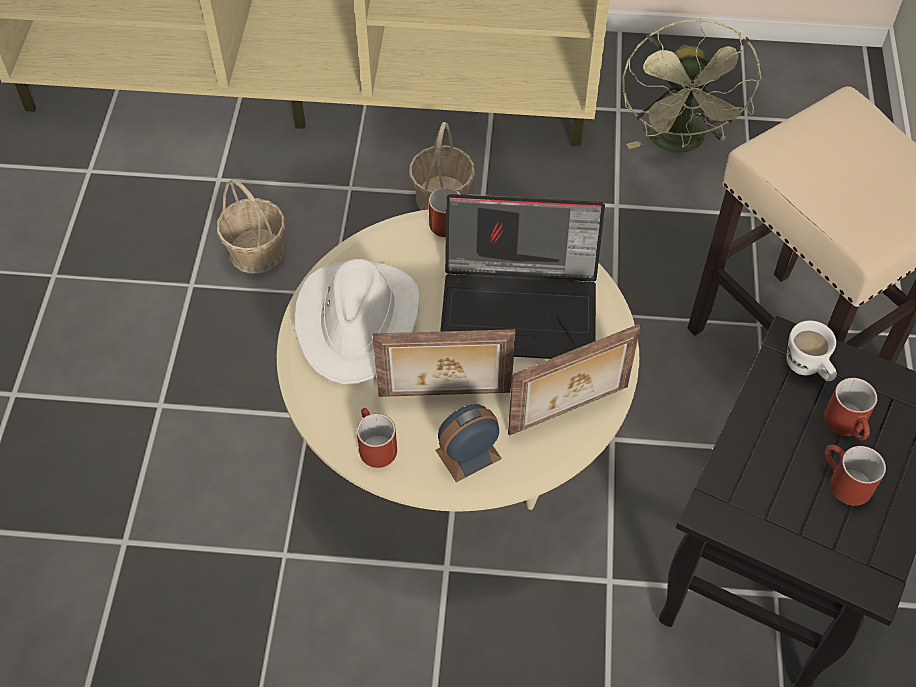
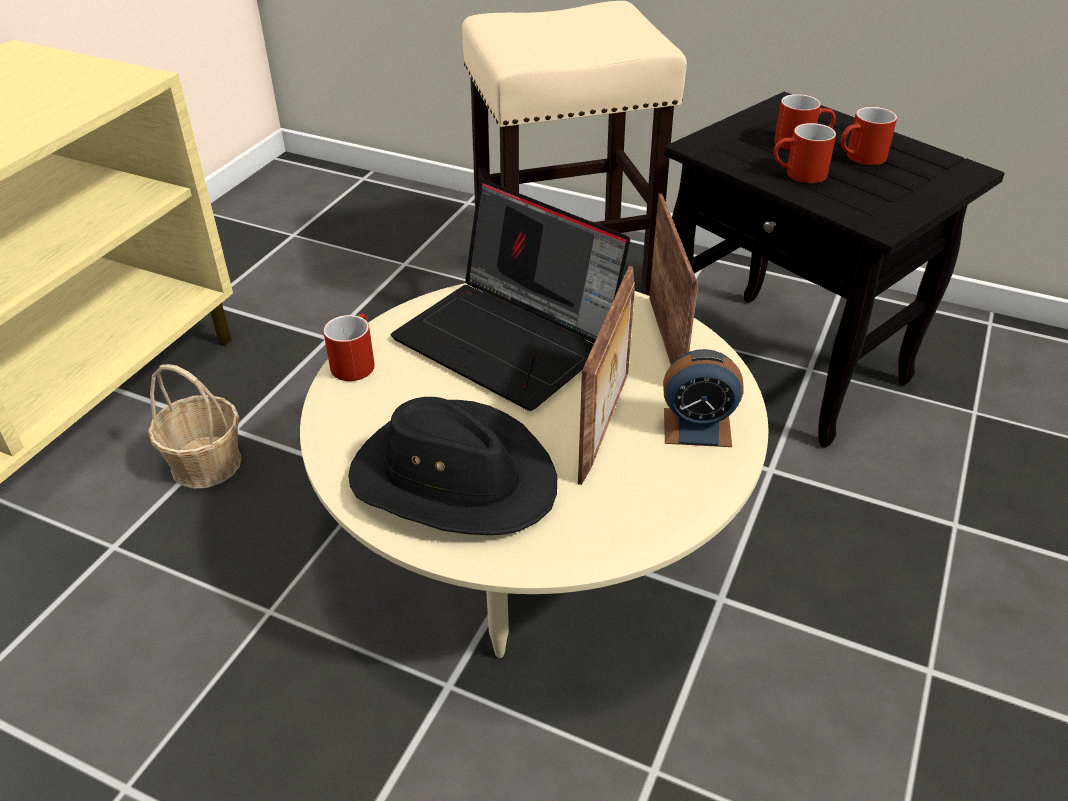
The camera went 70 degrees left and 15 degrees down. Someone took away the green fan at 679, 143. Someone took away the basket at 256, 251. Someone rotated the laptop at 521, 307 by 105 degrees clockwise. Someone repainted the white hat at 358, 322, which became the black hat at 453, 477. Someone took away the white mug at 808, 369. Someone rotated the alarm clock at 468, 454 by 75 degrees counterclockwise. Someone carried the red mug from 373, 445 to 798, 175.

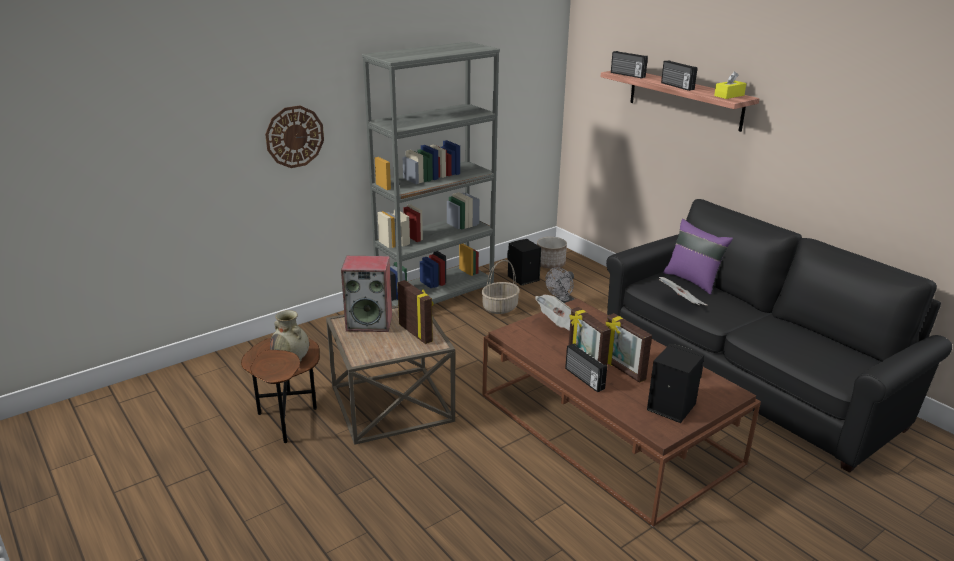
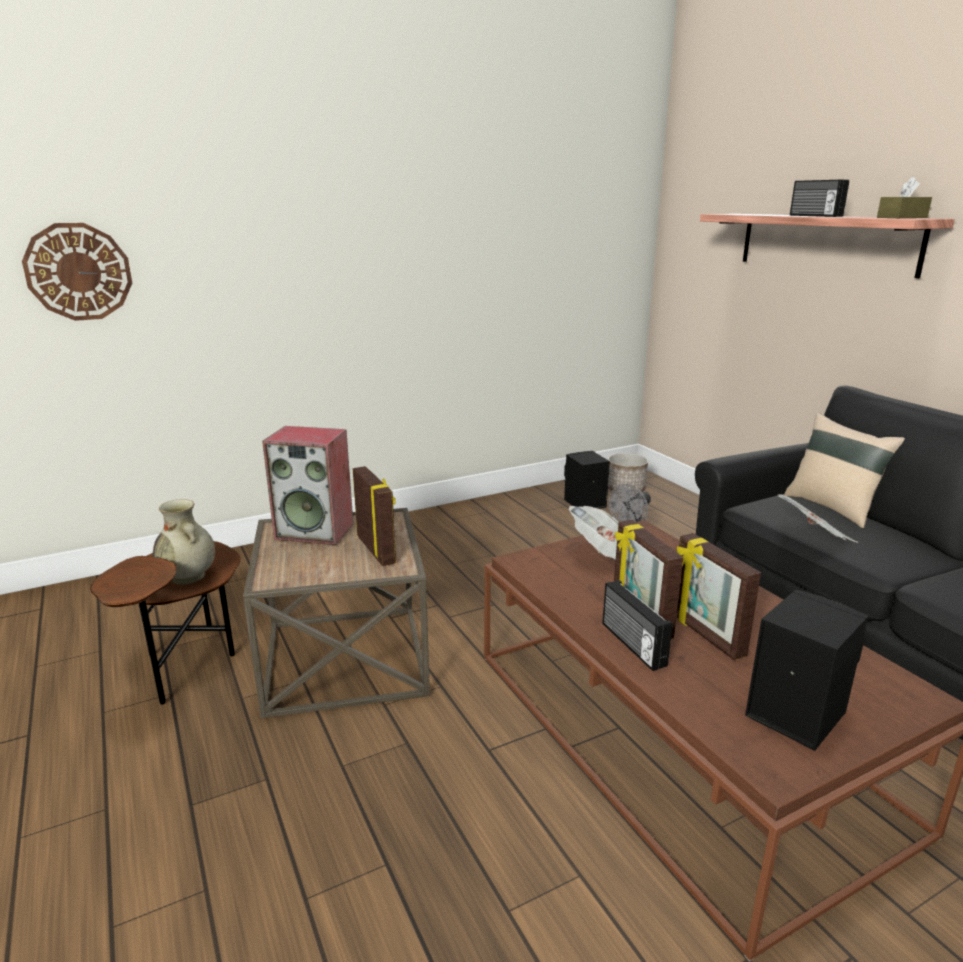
The camera went 10 degrees right and 5 degrees down. Someone took away the grey bookcase at 436, 296. Someone took away the radio at 627, 75. Someone repainted the yellow tissue box at 729, 95, which became the brown tissue box at 902, 217. Someone carried the wall clock from 294, 136 to 79, 272. Someone repainted the purple pillow at 693, 280, which became the beige pillow at 833, 508. Someone took away the basket at 500, 308.

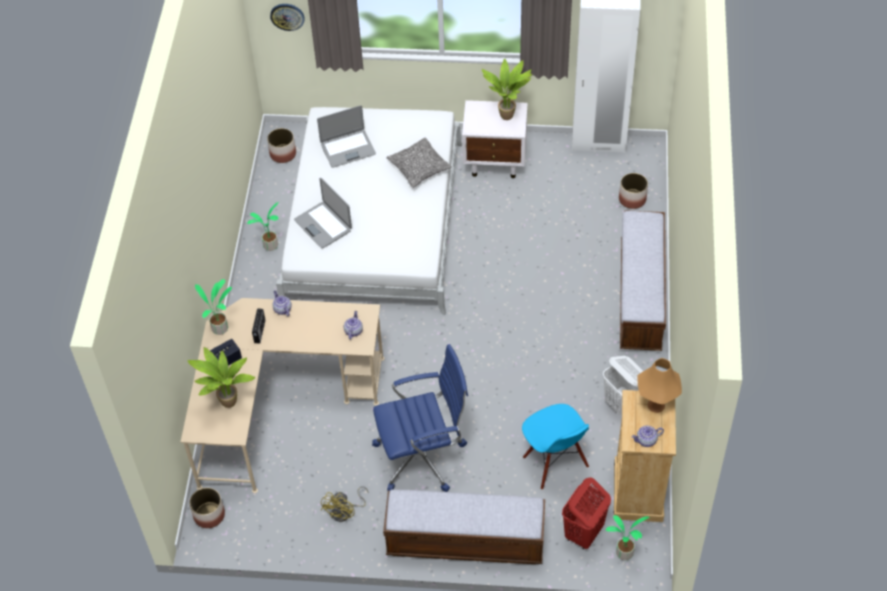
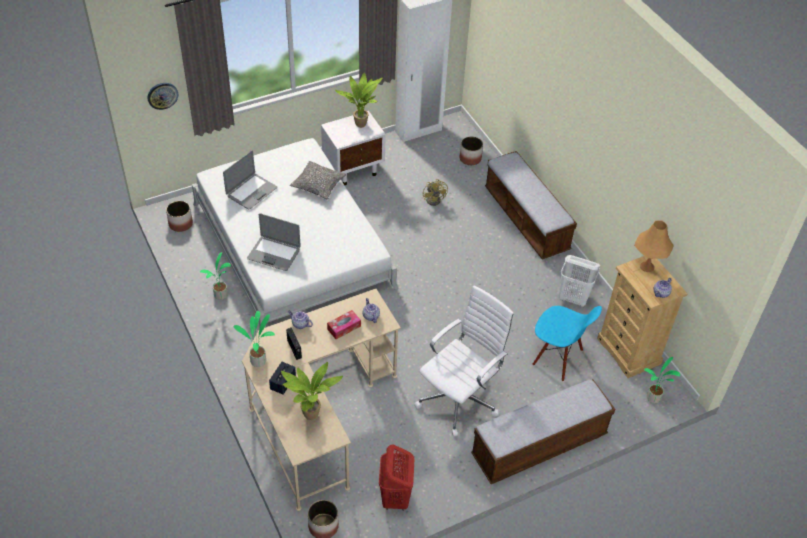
The camera went 35 degrees left and 5 degrees down. Someone repainted the blue office chair at 423, 456, which became the white office chair at 460, 398. Someone carried the red laundry basket from 583, 533 to 395, 497. Someone carried the yellow fan from 345, 512 to 435, 199. Someone put down the tissue box at 344, 327.

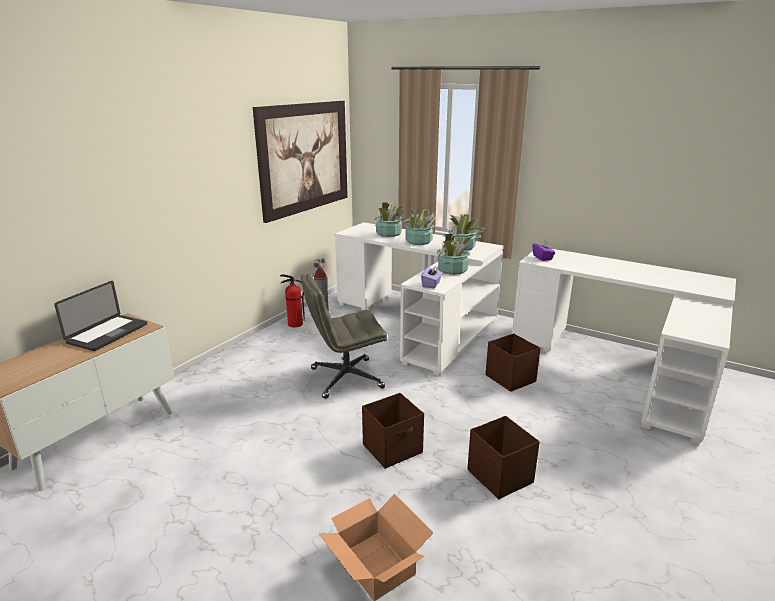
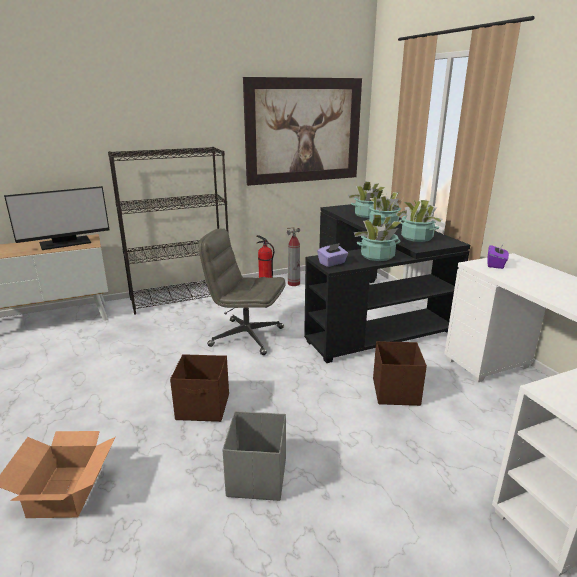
The camera went 35 degrees right and 0 degrees up. Someone repainted the white desk at 420, 322, which became the black desk at 373, 312. Someone swapped the laptop at 108, 333 for the monitor at 65, 243. Someone repainted the brown storage box at 500, 477, which became the grey storage box at 256, 478. Someone put down the black bookcase at 182, 298.

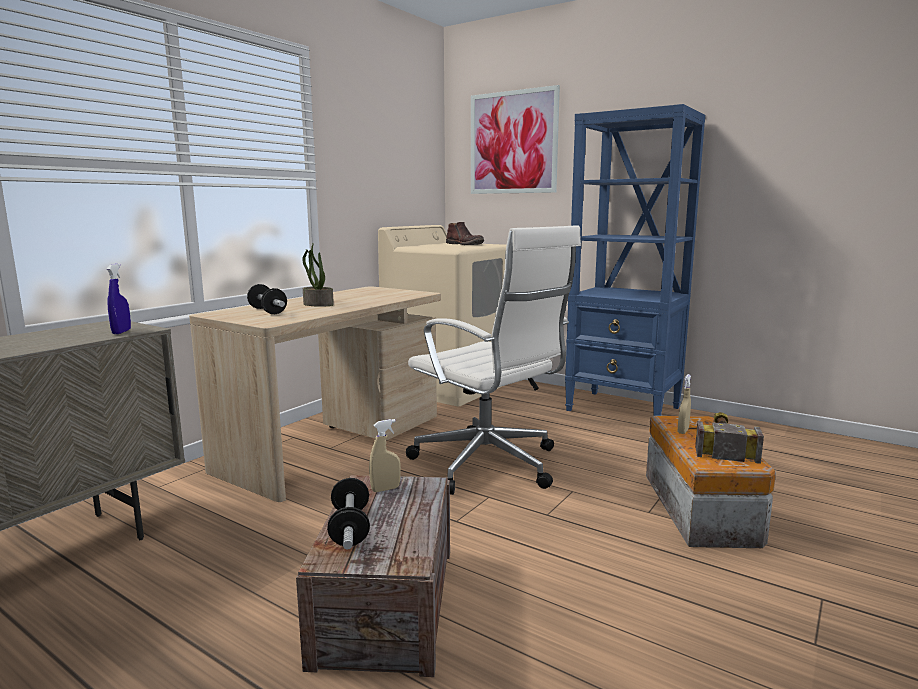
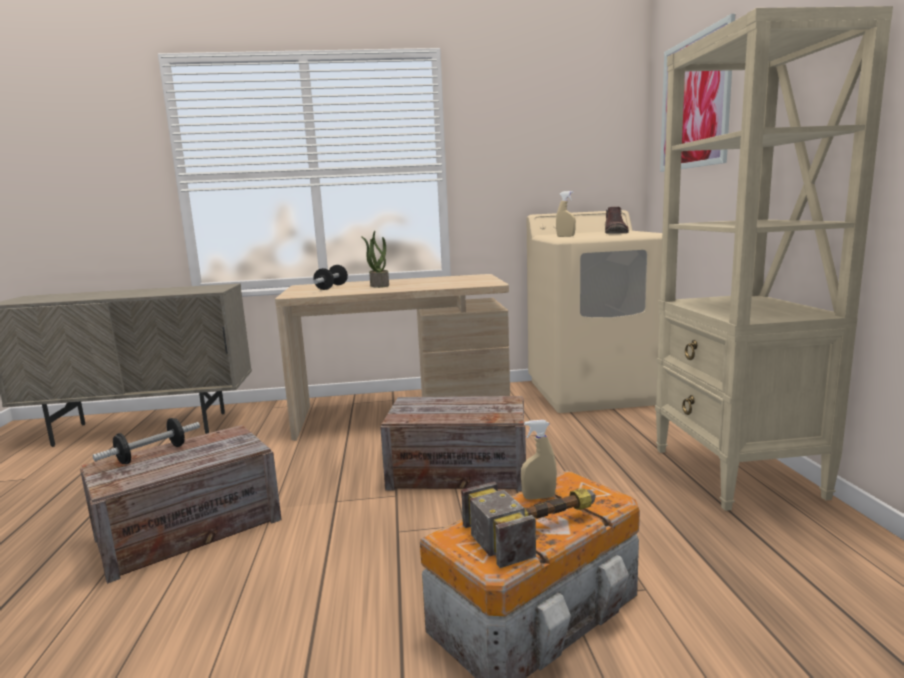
The camera went 50 degrees right and 0 degrees up. Someone repainted the blue bookcase at 624, 409, which became the beige bookcase at 736, 473. Someone swapped the white office chair at 489, 465 for the crate at 457, 471. Someone took away the blue spray bottle at 121, 332. Someone carried the beige spray bottle from 385, 489 to 565, 236.

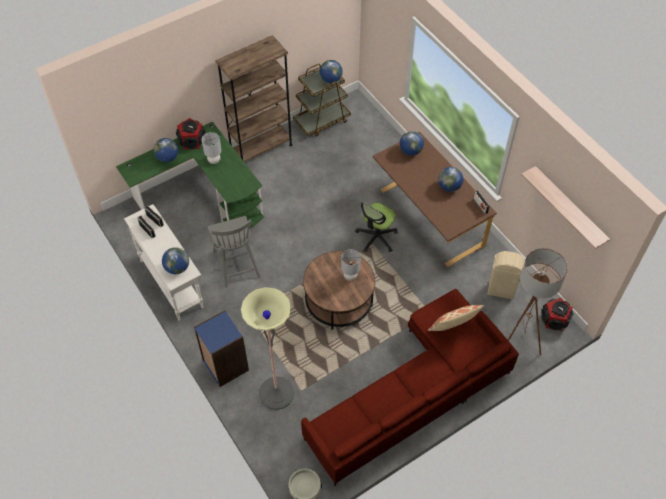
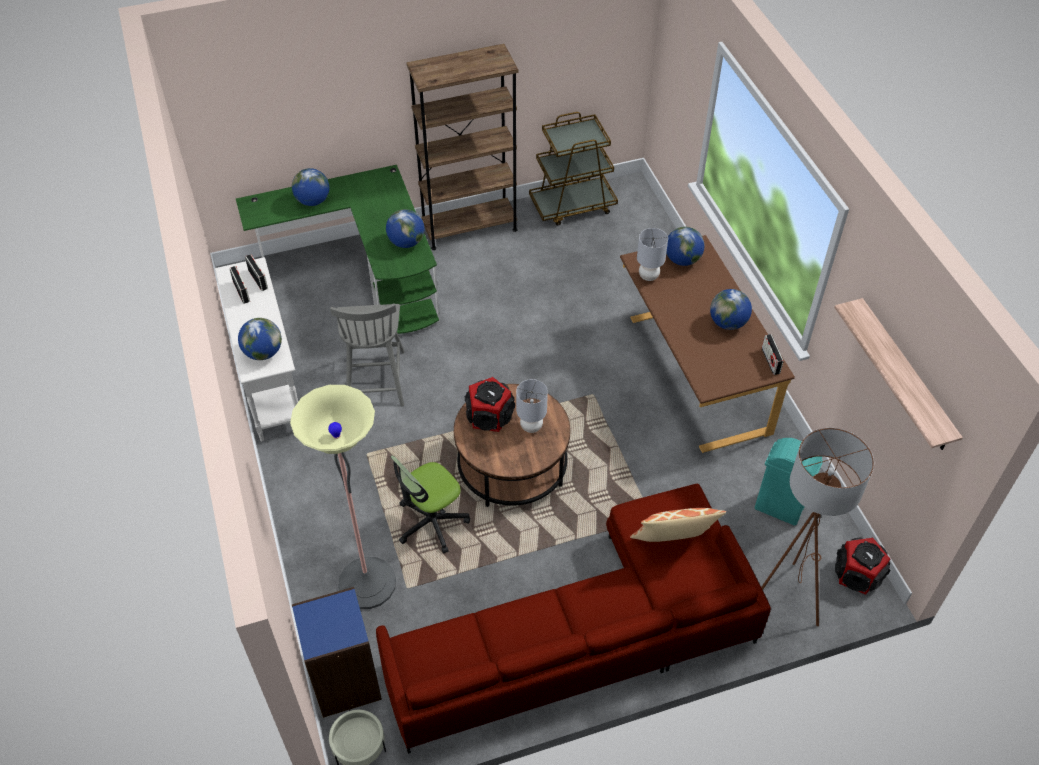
The camera went 15 degrees right and 5 degrees down. Someone carried the globe from 331, 79 to 406, 242. Someone carried the speaker from 191, 141 to 489, 416. Someone carried the grey table lamp from 214, 160 to 649, 276. Someone carried the office chair from 376, 237 to 431, 522. Someone repainted the beige trash can at 501, 290, which became the turquoise trash can at 779, 508. Someone carried the blue bookcase from 225, 366 to 344, 681.

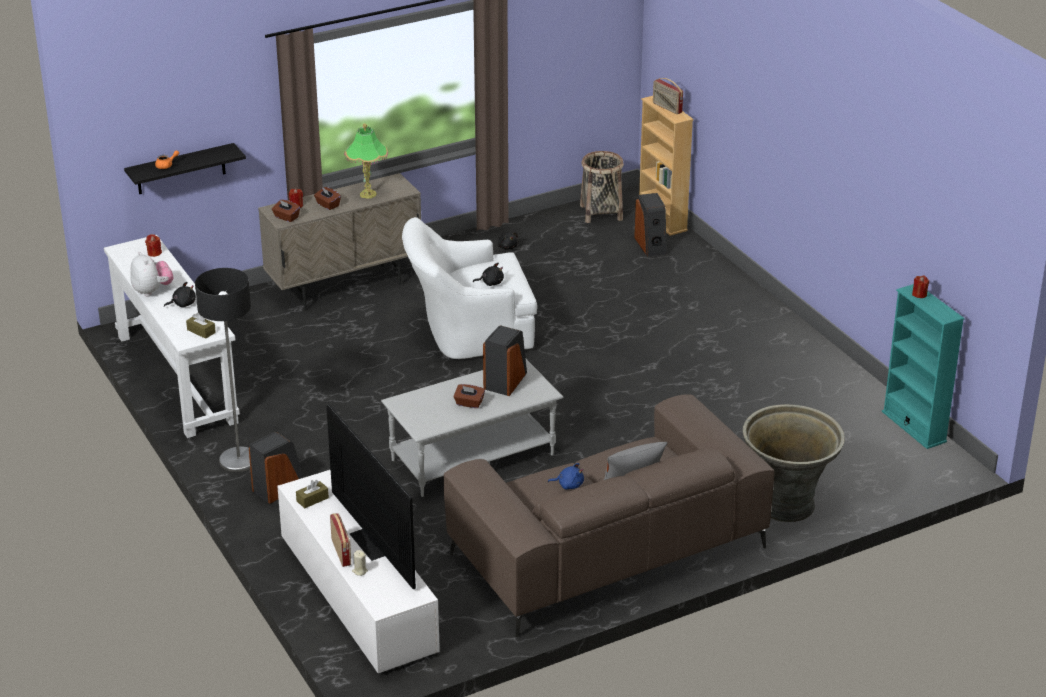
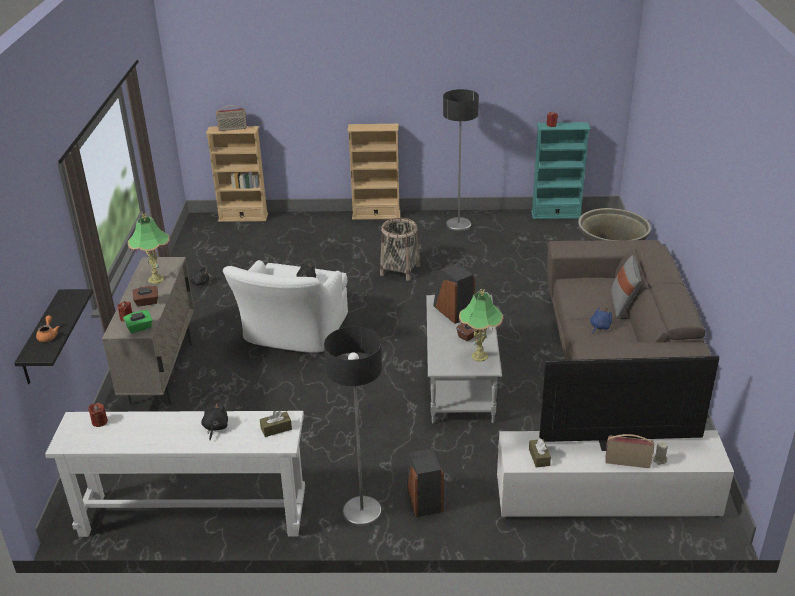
The camera went 60 degrees left and 0 degrees up. Someone carried the basket from 601, 213 to 400, 270. Someone took away the speaker at 651, 245. Someone repainted the brown tissue box at 286, 217, which became the green tissue box at 139, 328. Someone took away the plush toy at 152, 291. Someone put down the floor lamp at 458, 225. Someone put down the beige bookcase at 376, 215. Someone put down the table lamp at 479, 356.

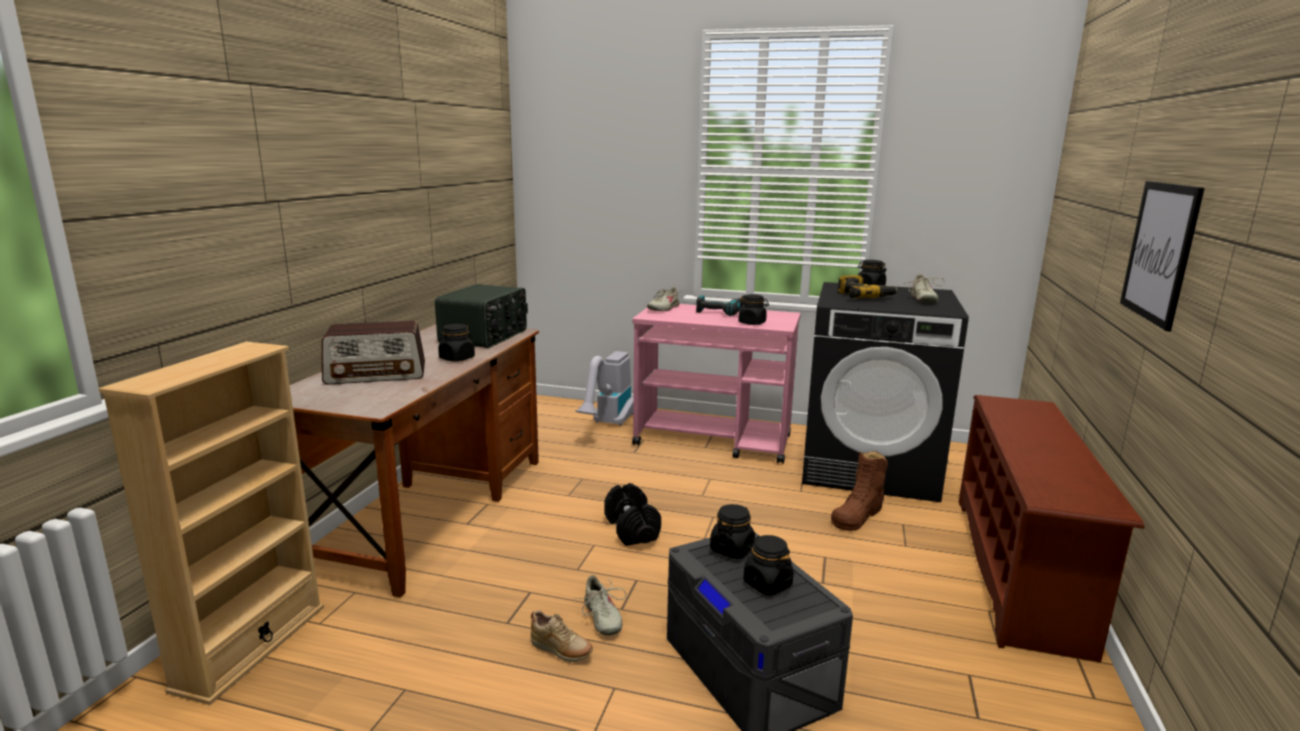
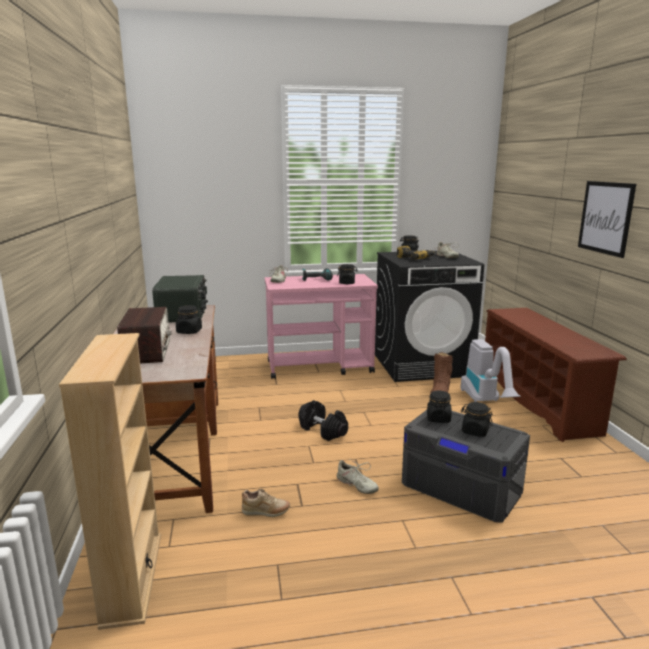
The camera went 25 degrees left and 0 degrees up. Someone rotated the radio at 377, 374 by 60 degrees counterclockwise. Someone carried the vacuum cleaner from 608, 424 to 486, 401. Someone carried the beige shoe from 561, 651 to 266, 513.

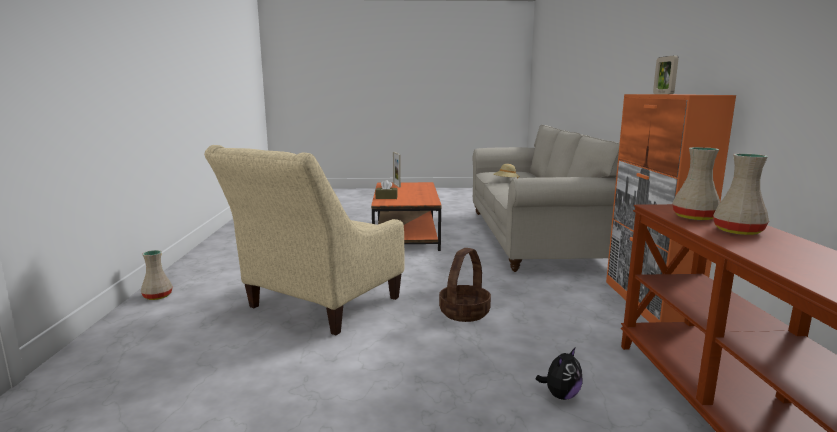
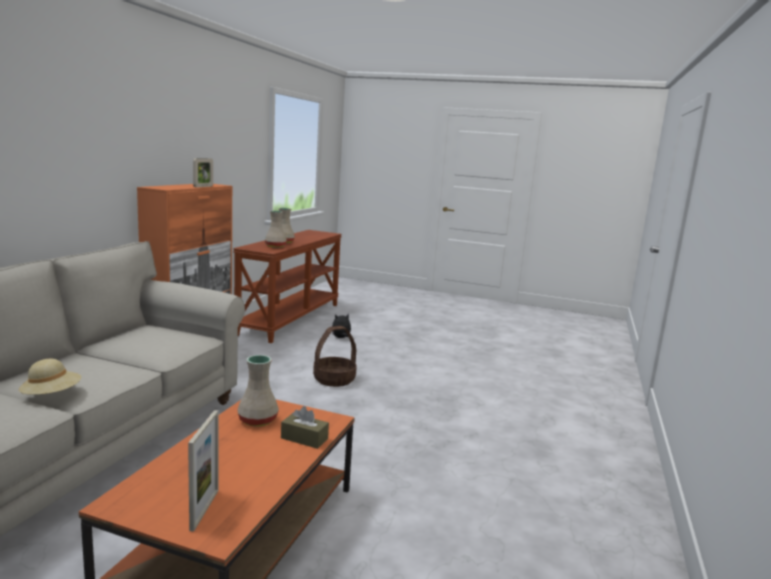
The camera went 160 degrees left and 0 degrees up. Someone took away the beige armchair at 317, 306. Someone carried the beige vase from 157, 296 to 258, 420.

